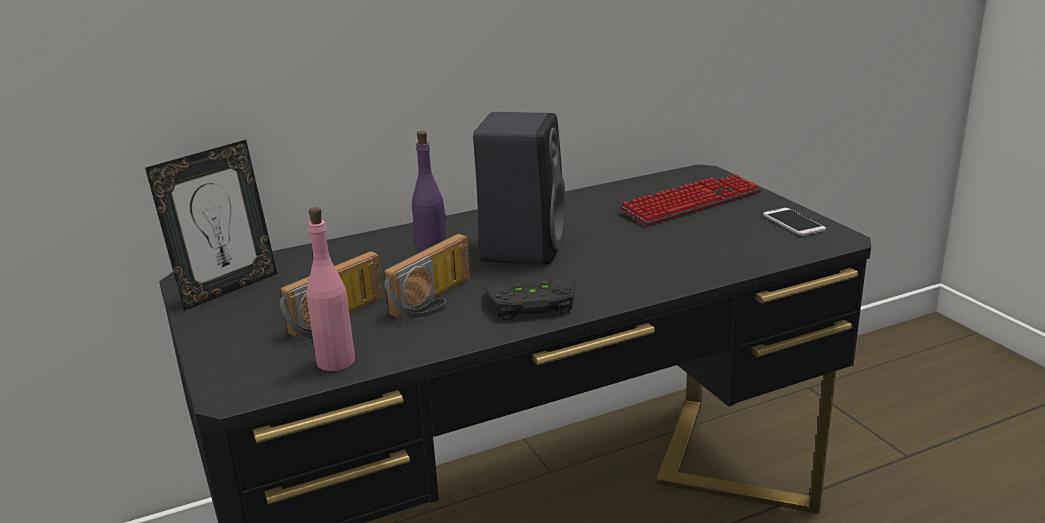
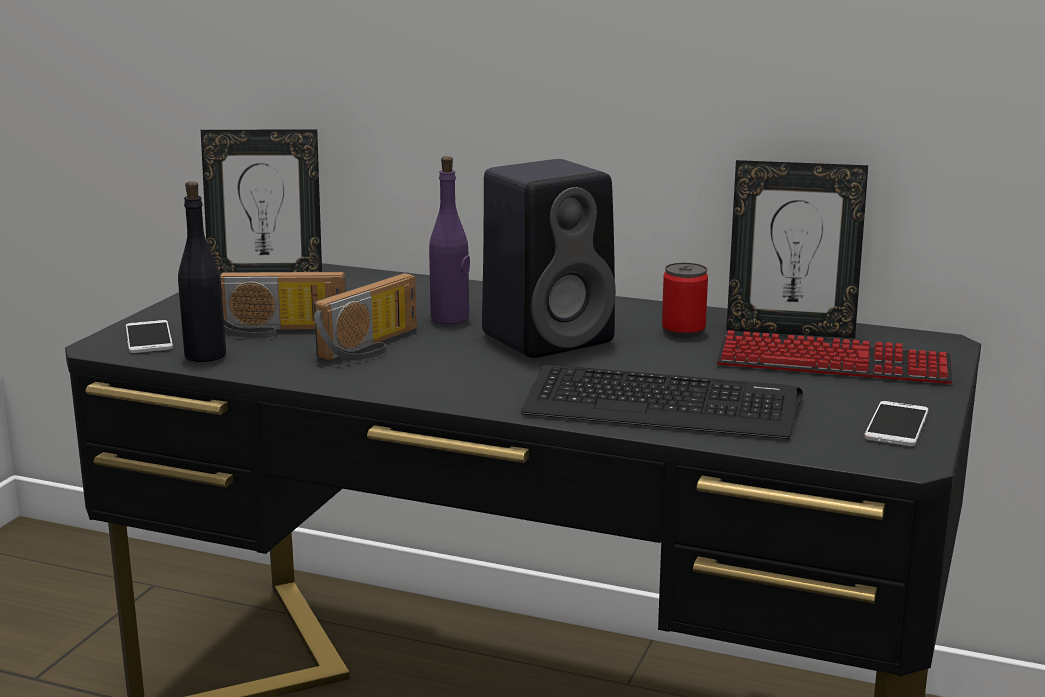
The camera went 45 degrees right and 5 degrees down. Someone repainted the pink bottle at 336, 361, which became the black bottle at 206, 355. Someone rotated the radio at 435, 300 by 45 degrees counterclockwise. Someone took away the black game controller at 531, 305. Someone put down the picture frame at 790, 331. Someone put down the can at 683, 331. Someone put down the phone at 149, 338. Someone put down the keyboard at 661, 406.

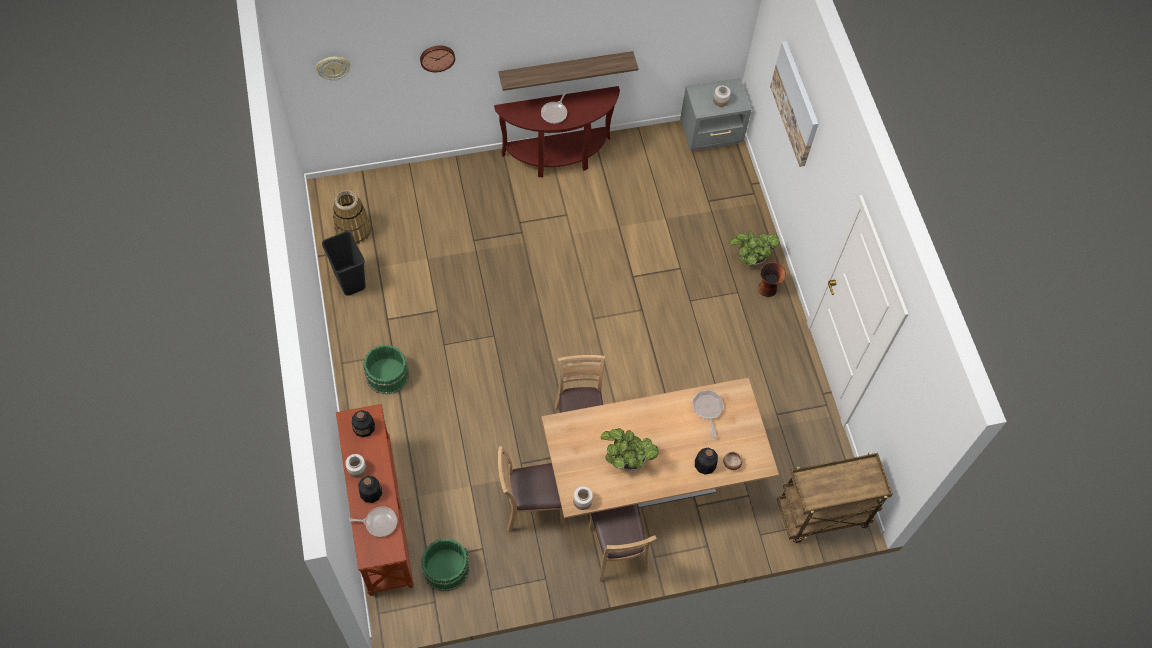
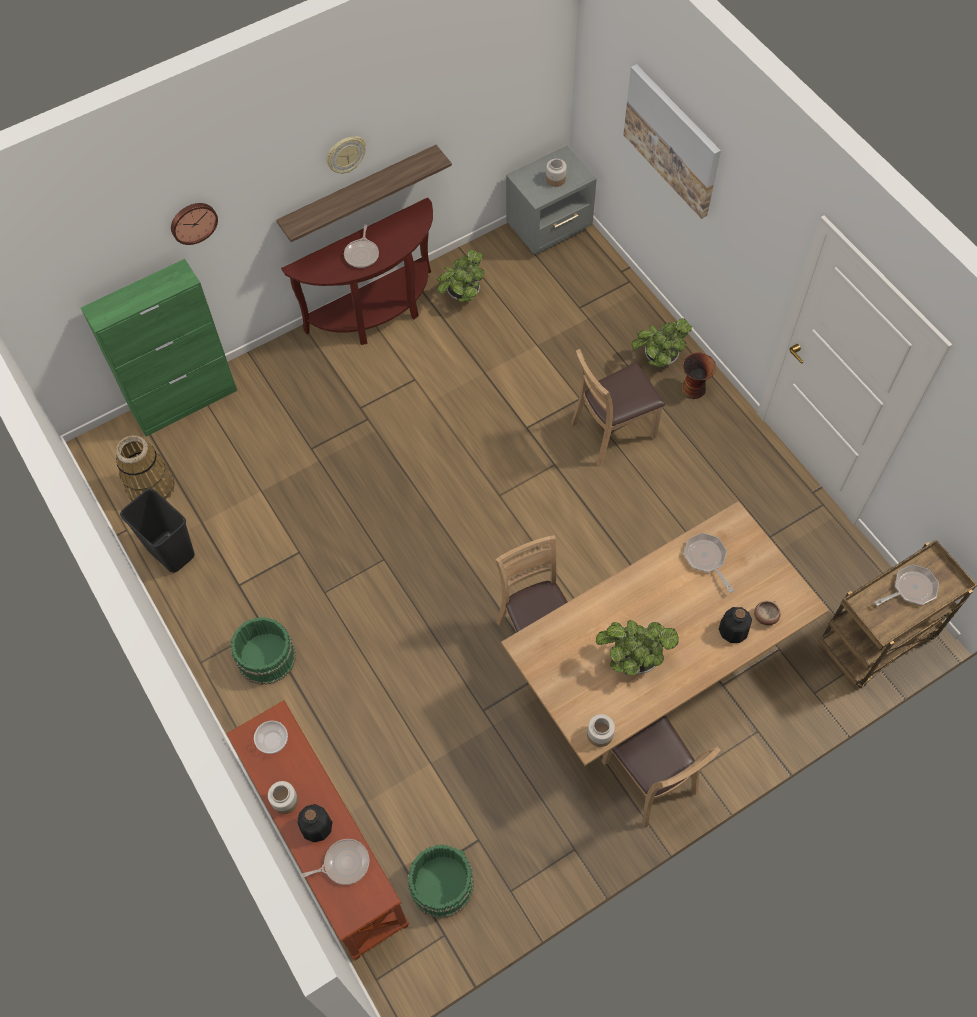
The camera went 15 degrees left and 0 degrees up. Someone carried the wall clock from 333, 67 to 345, 154. Someone swapped the bottle at 364, 427 for the bowl at 273, 740. Someone carried the brown chair from 532, 506 to 612, 431. Someone put down the potted plant at 462, 296. Someone put down the green cabinet at 185, 402. Someone put down the frying pan at 911, 589.

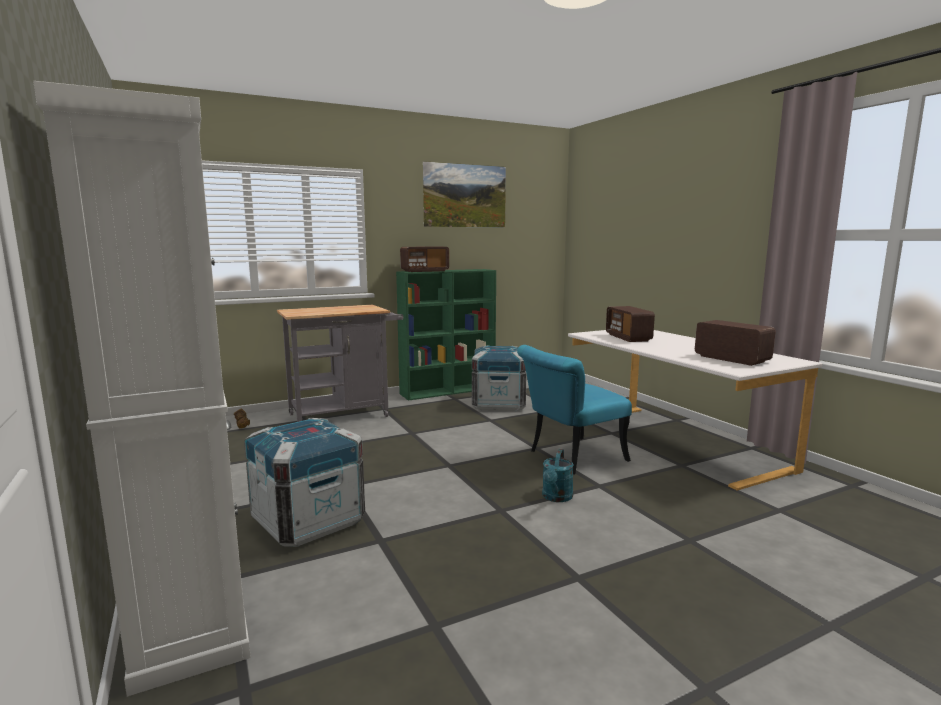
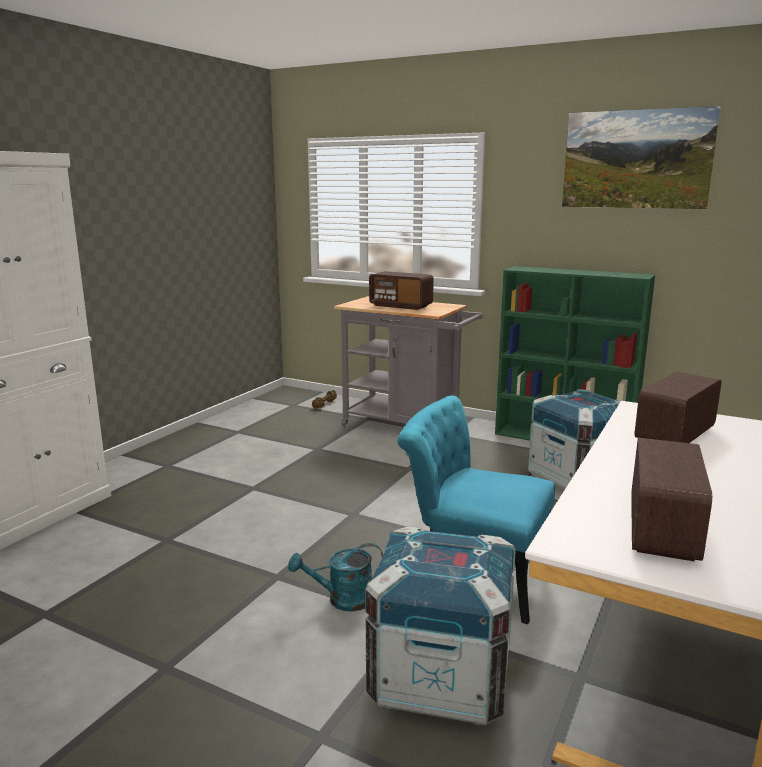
The camera went 55 degrees right and 5 degrees up. Someone carried the radio from 424, 271 to 401, 306. Someone carried the crate from 308, 521 to 441, 677.

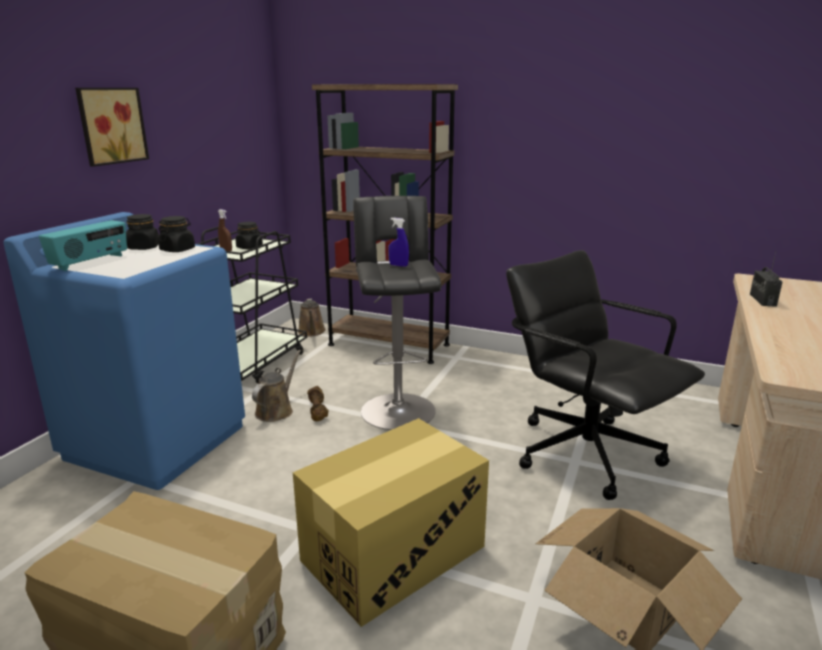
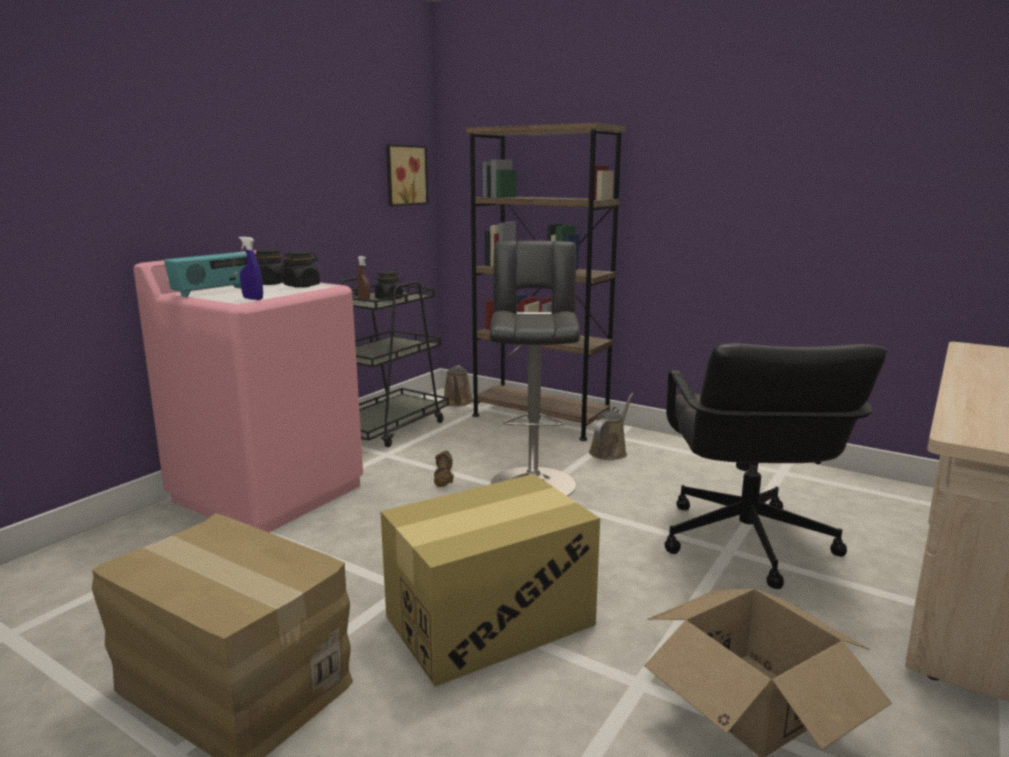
The camera went 10 degrees right and 5 degrees down. Someone carried the picture from 110, 125 to 404, 175. Someone repainted the blue washing machine at 157, 441, which became the pink washing machine at 269, 492. Someone carried the blue spray bottle from 398, 265 to 253, 299. Someone rotated the black office chair at 585, 452 by 150 degrees counterclockwise. Someone took away the radio at 762, 300. Someone carried the brown watering can from 276, 410 to 609, 451.

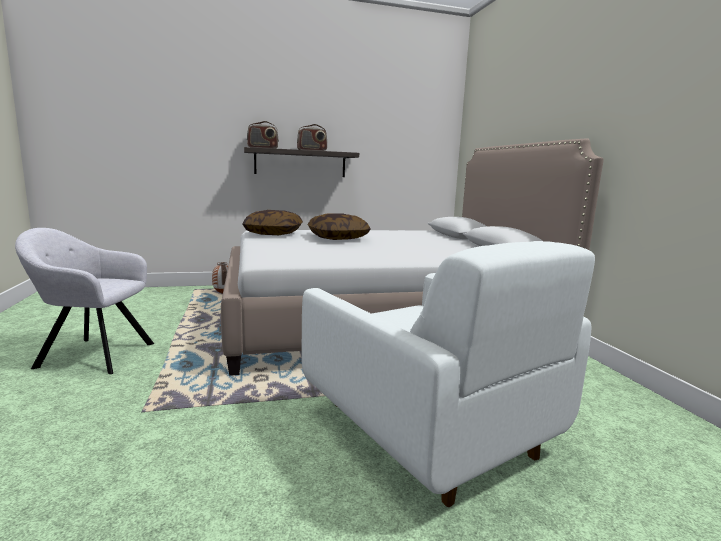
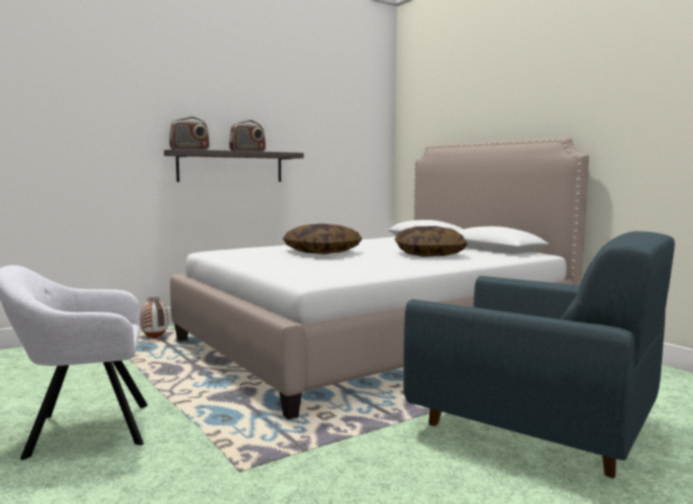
The camera went 20 degrees left and 5 degrees down. Someone carried the pillow from 273, 234 to 429, 255. Someone repainted the white armchair at 429, 430, which became the blue armchair at 535, 427.

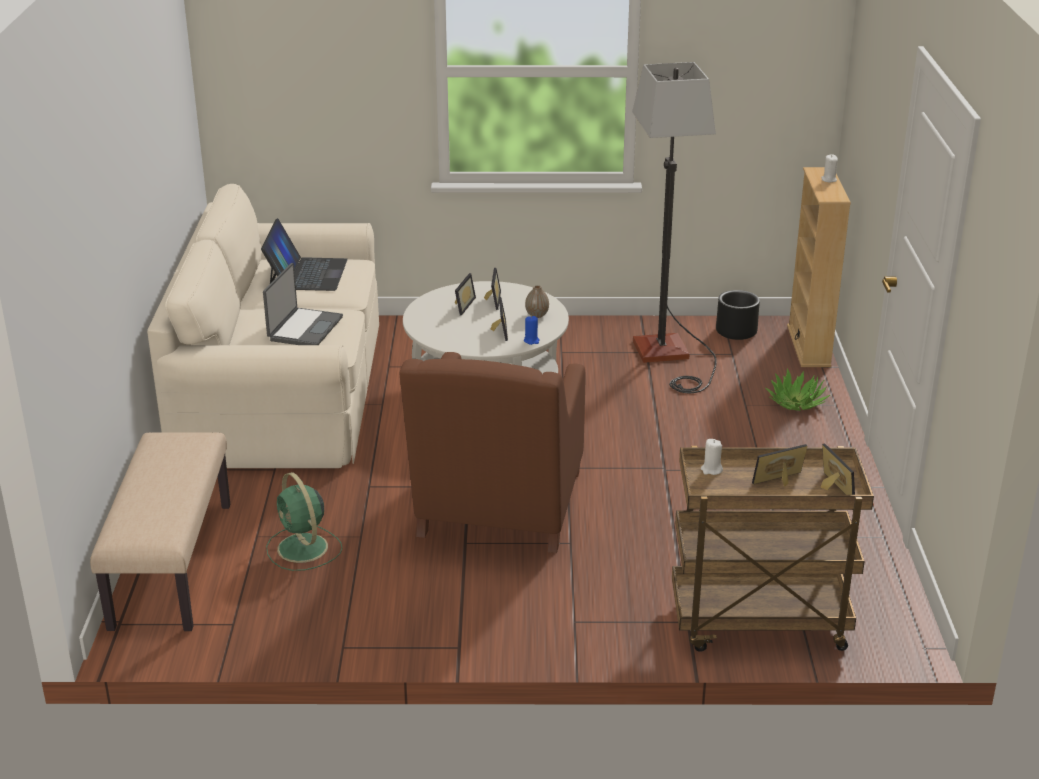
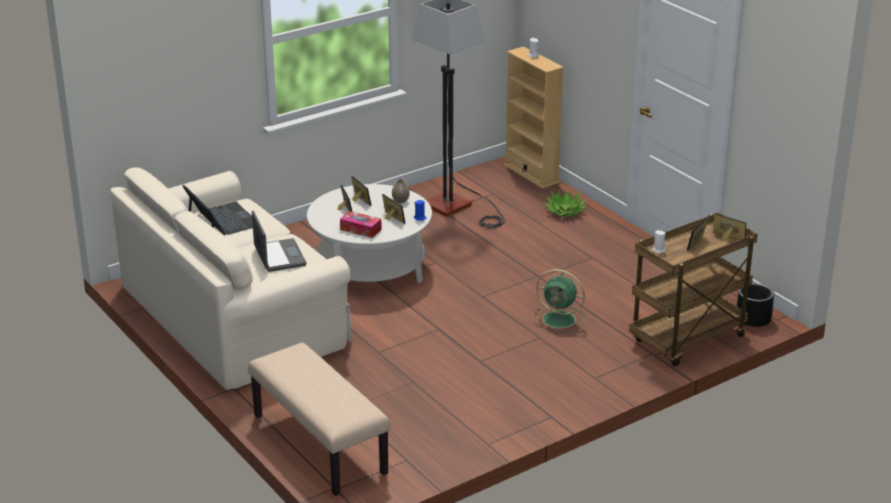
The camera went 35 degrees left and 0 degrees up. Someone carried the black planter from 736, 331 to 753, 318. Someone took away the brown armchair at 498, 509. Someone carried the green fan from 303, 549 to 560, 320. Someone put down the tissue box at 360, 229.

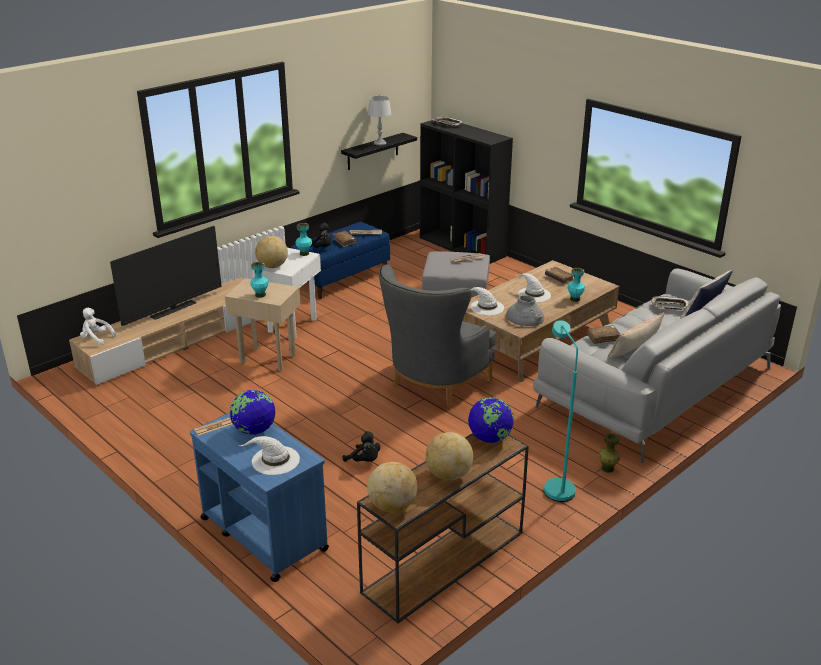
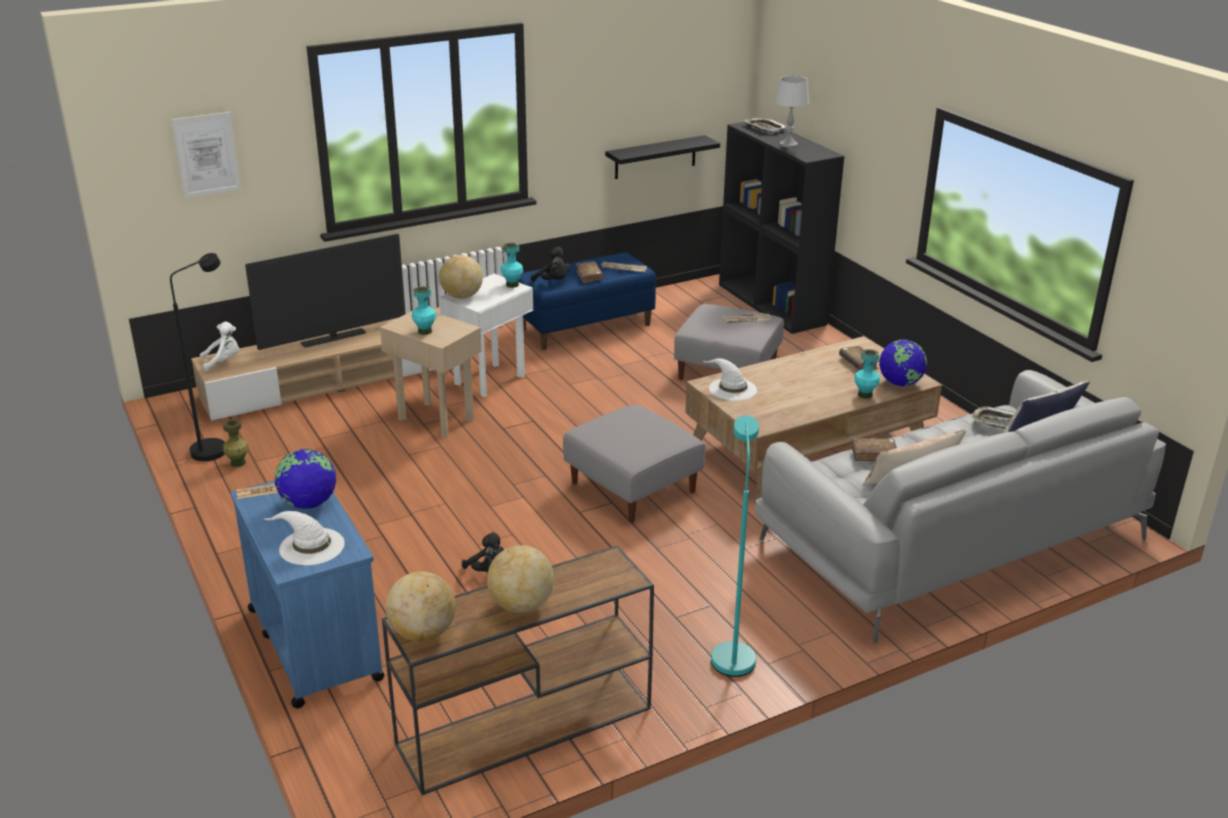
The camera went 15 degrees right and 0 degrees up. Someone carried the grey table lamp from 379, 143 to 788, 145. Someone swapped the grey armchair at 432, 386 for the grey ottoman at 632, 487. Someone took away the white hat at 533, 294. Someone took away the grey vase at 525, 318. Someone rotated the white plush toy at 96, 338 by 120 degrees clockwise. Someone carried the globe from 490, 438 to 900, 383. Someone carried the green vase from 607, 468 to 238, 463. Someone put up the picture at 206, 154. Someone put down the black floor lamp at 216, 447.

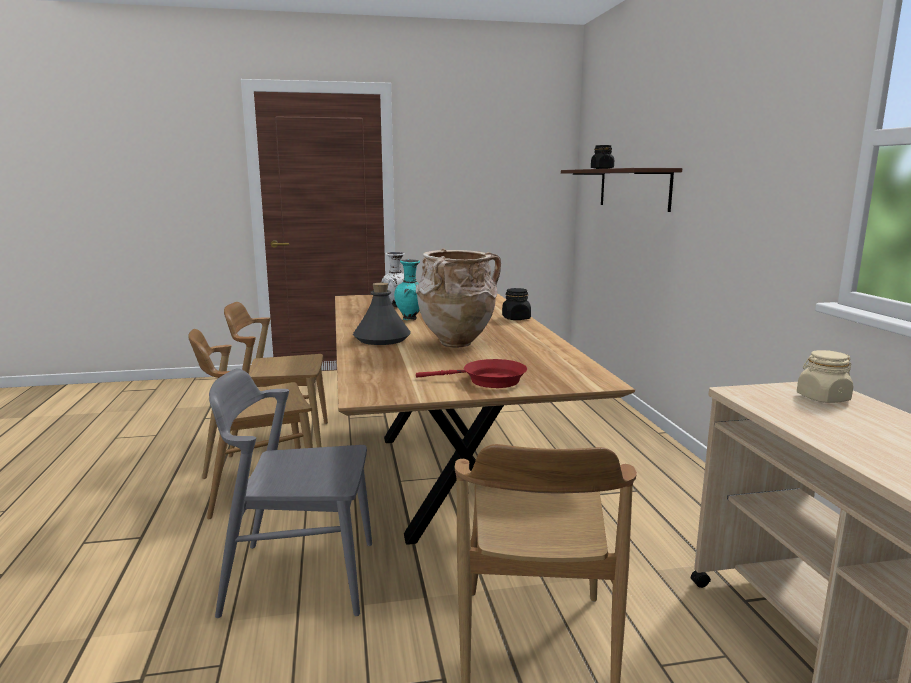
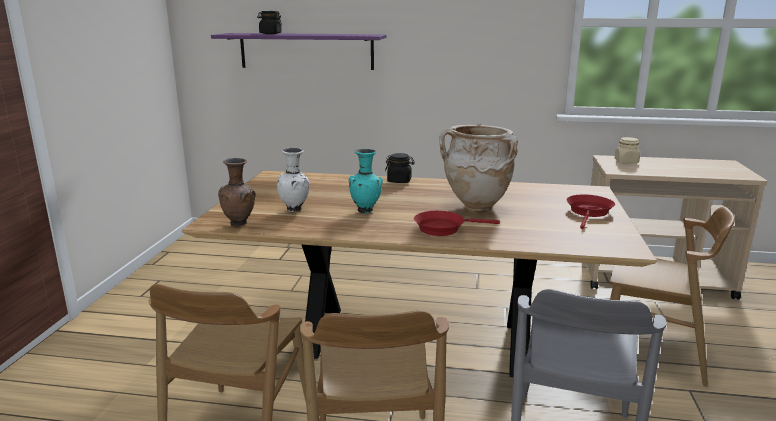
The camera went 70 degrees left and 5 degrees up. Someone repainted the brown shelf at 633, 188, which became the purple shelf at 306, 51. Someone swapped the grey bottle at 382, 339 for the red frying pan at 443, 228. Someone put down the brown vase at 240, 224.

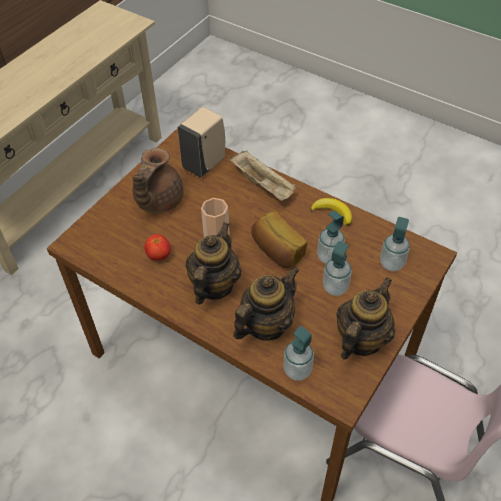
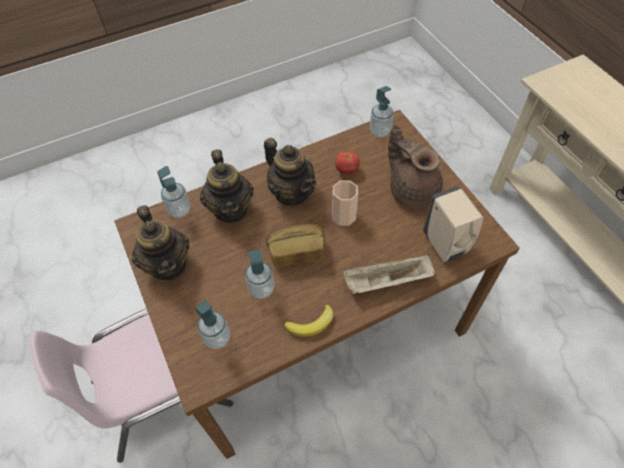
The camera went 120 degrees right and 5 degrees up. Someone carried the soap dispenser from 335, 287 to 379, 131.

